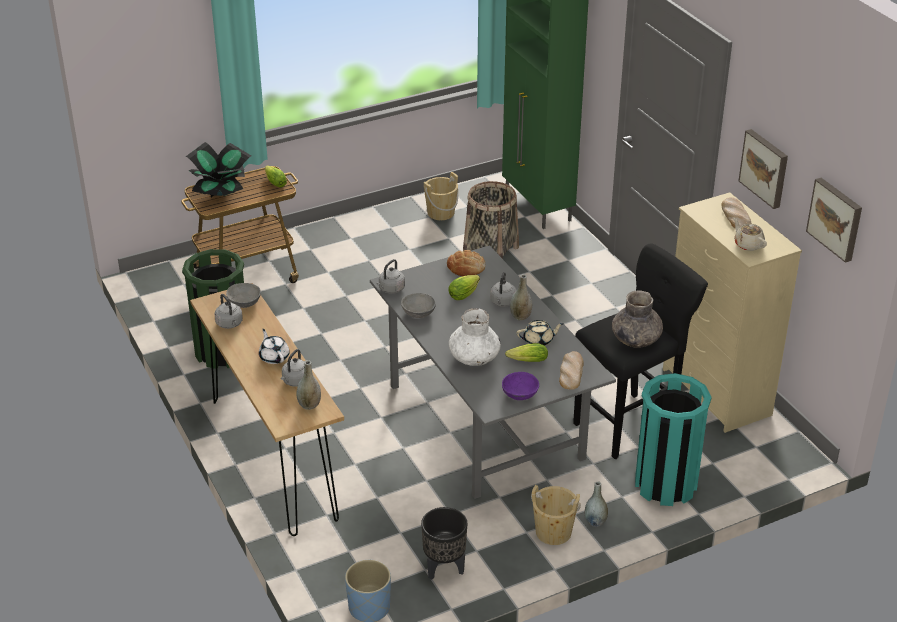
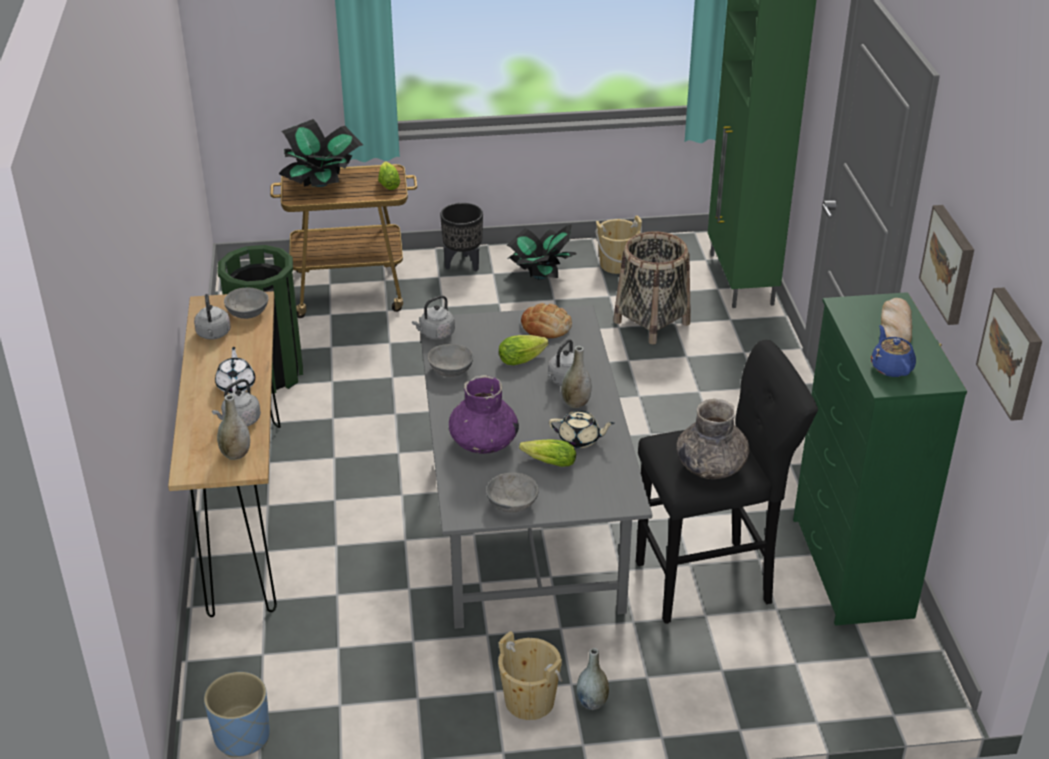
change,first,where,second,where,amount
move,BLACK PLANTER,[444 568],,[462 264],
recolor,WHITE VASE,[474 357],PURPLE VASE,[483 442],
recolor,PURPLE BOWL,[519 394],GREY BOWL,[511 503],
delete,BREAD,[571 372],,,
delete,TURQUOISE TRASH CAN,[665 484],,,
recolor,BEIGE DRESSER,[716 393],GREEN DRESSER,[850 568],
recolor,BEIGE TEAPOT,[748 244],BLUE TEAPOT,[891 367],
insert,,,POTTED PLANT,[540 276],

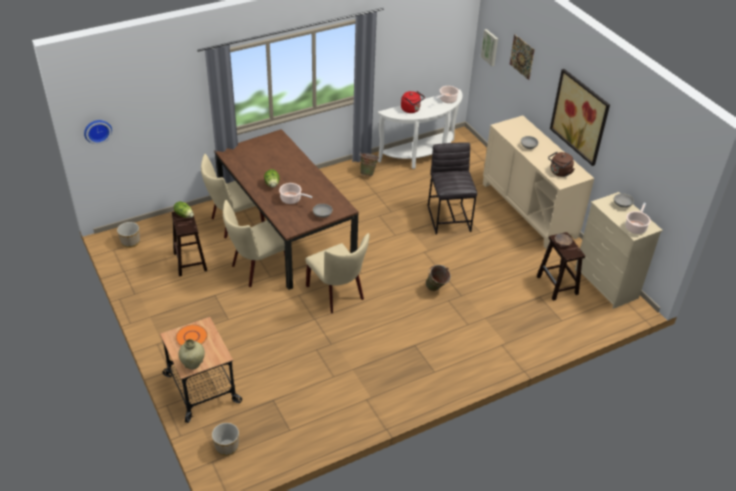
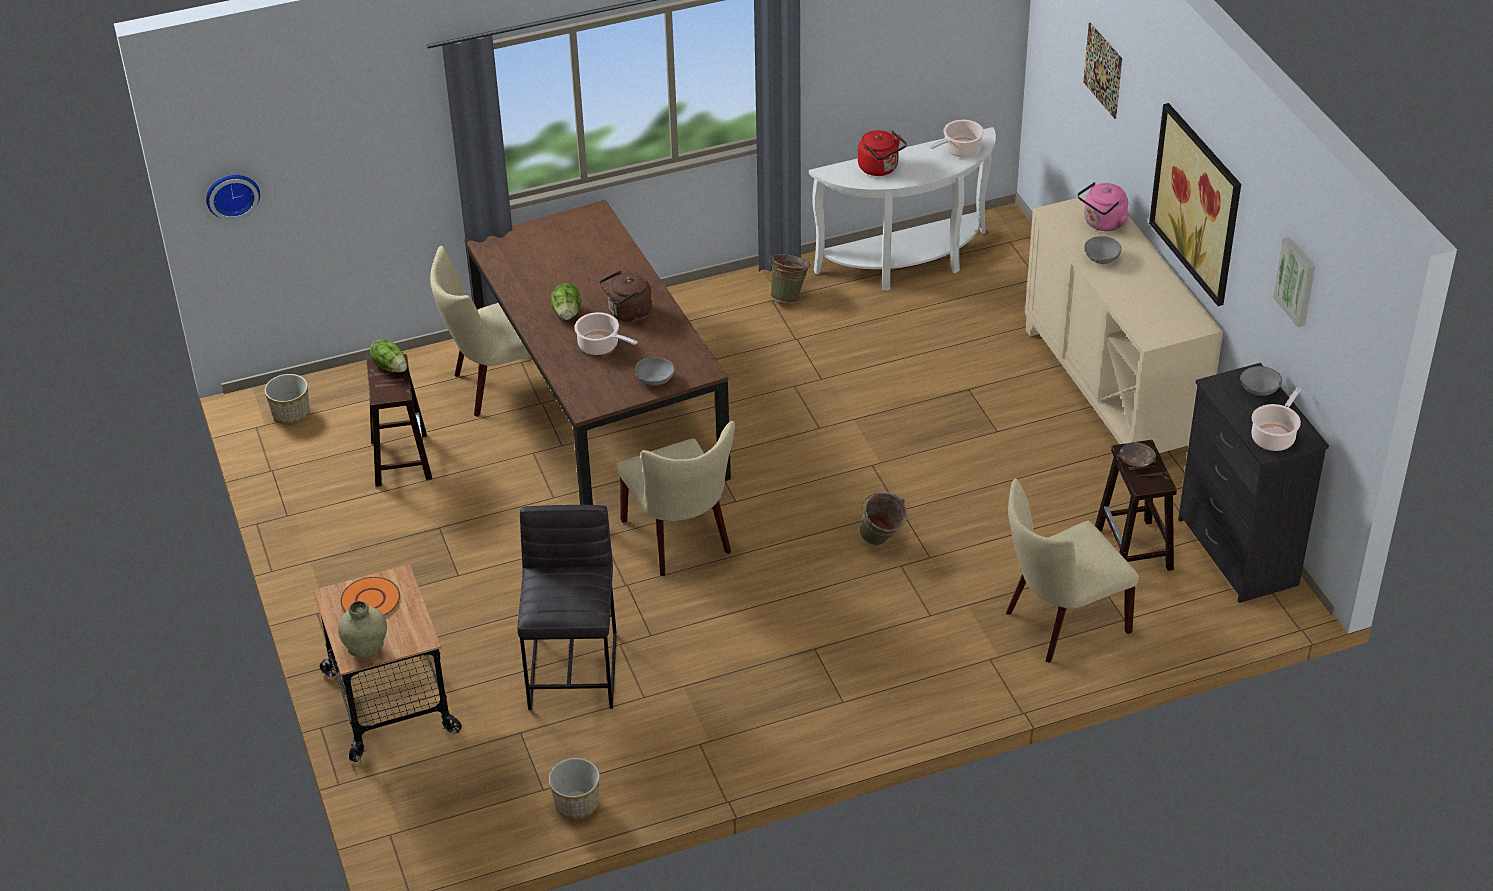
change,first,where,second,where,amount
move,PLANTER,[227 446],,[577 803],
move,BEIGE CHAIR,[257 269],,[1060 623],
move,GREY STOOL,[449 218],,[574 670],
move,PICTURE,[490 47],,[1297 281],
move,BROWN KETTLE,[559 172],,[628 313],
recolor,BEIGE DRESSER,[606 284],BLACK DRESSER,[1237 553],
insert,,,PINK KETTLE,[1102 223],

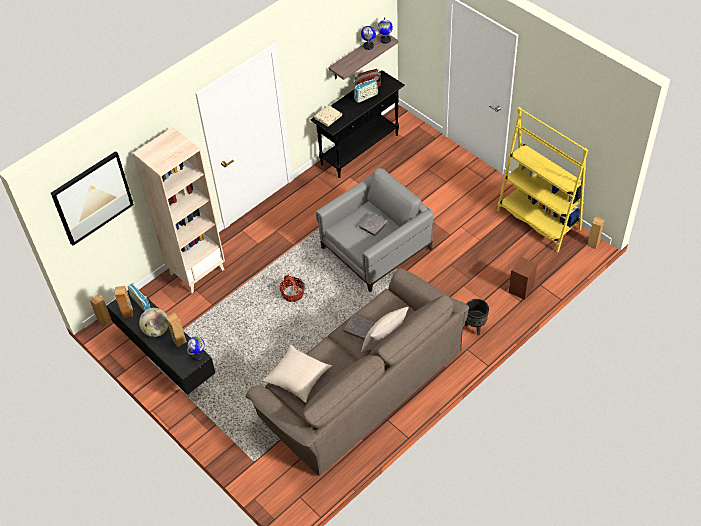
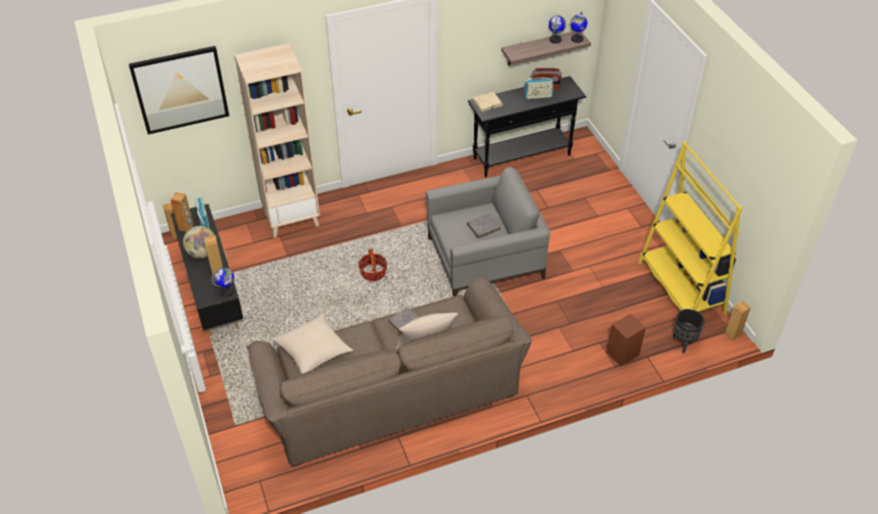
change,first,where,second,where,amount
move,BLACK PLANTER,[475 327],,[683 344],

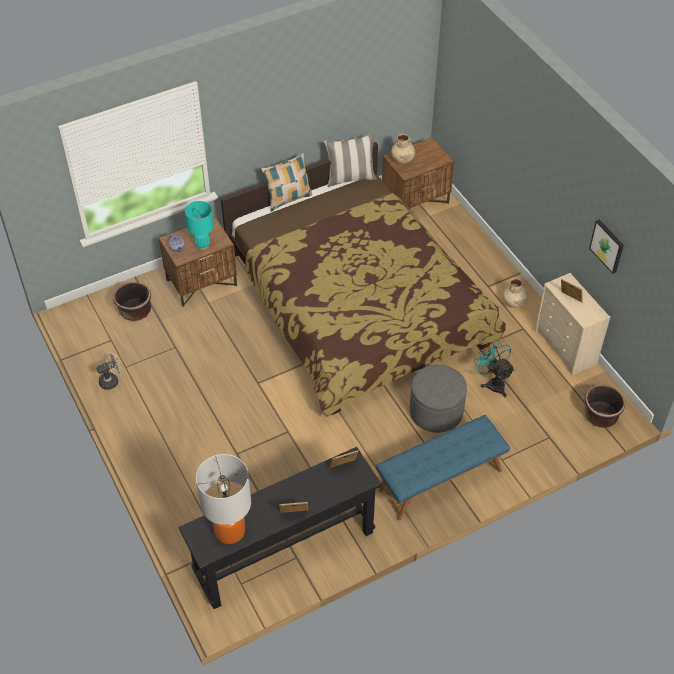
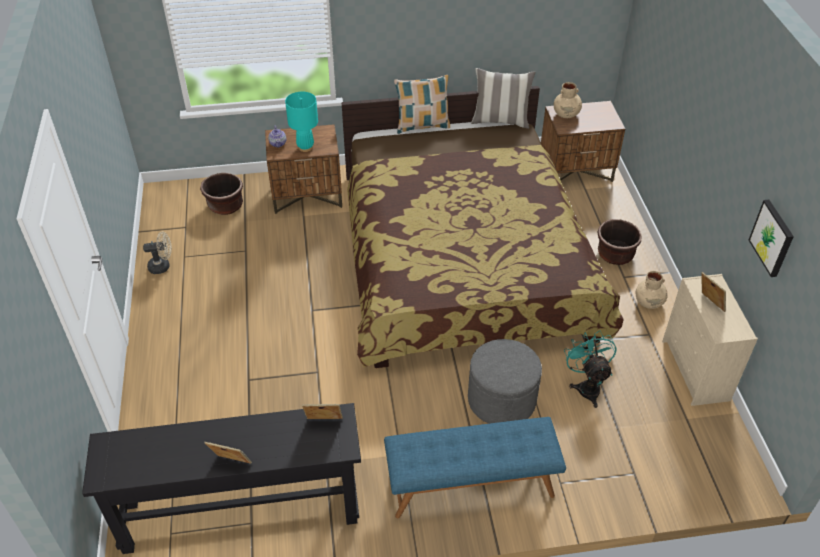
change,first,where,second,where,amount
delete,TABLE LAMP,[229 531],,,
move,BROWN PLANTER,[600 416],,[615 254],

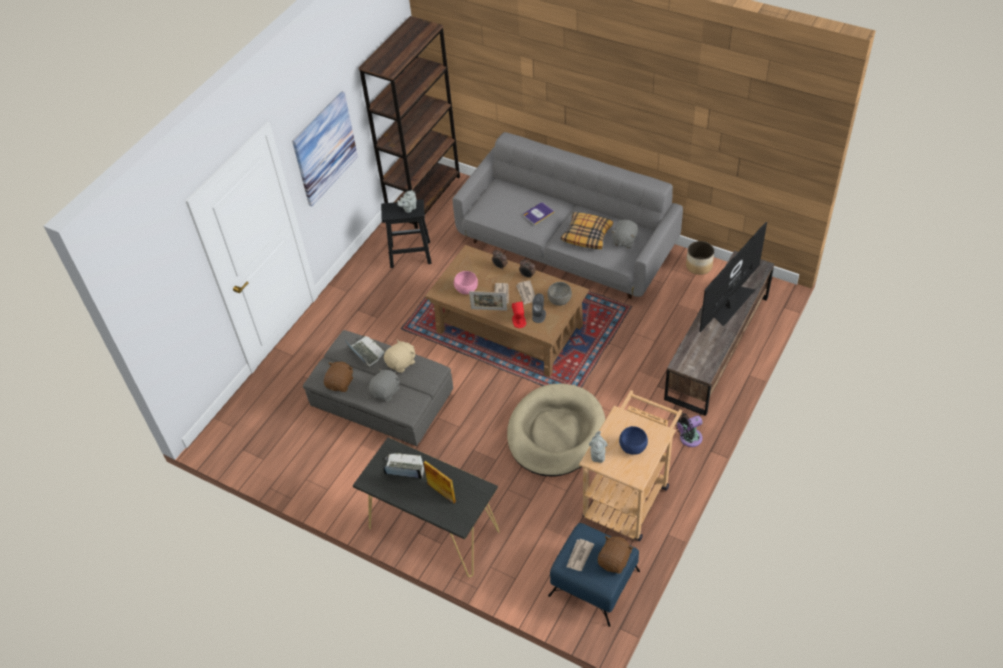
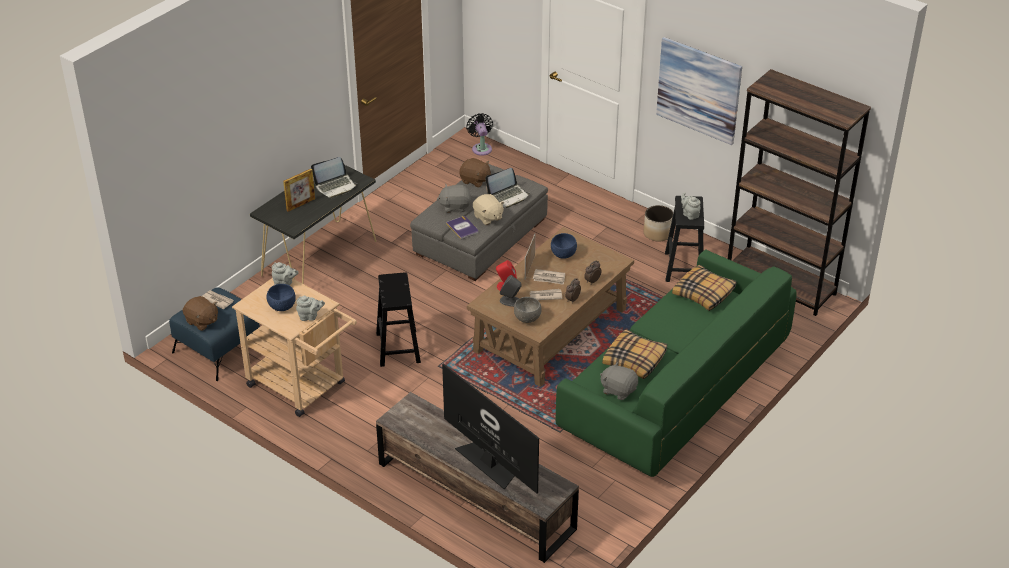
change,first,where,second,where,amount
rotate,GREY PLUSH TOY,[386 391],,[455 206],135 degrees clockwise
rotate,LAPTOP,[404 469],,[335 186],45 degrees clockwise
recolor,GREY SOFA,[566 247],GREEN SOFA,[673 391],
recolor,PINK BOWL,[466 290],BLUE BOWL,[563 254],
replace,BEIGE DOG BED,[556 433],BLACK STOOL,[397 347],
move,BOOK,[538 213],,[462 228],
move,BLACK FAN,[688 438],,[481 148],
move,PLANTER,[699 266],,[657 234],
insert,,,GREY TEAPOT,[310 317],
insert,,,PILLOW,[704 294],

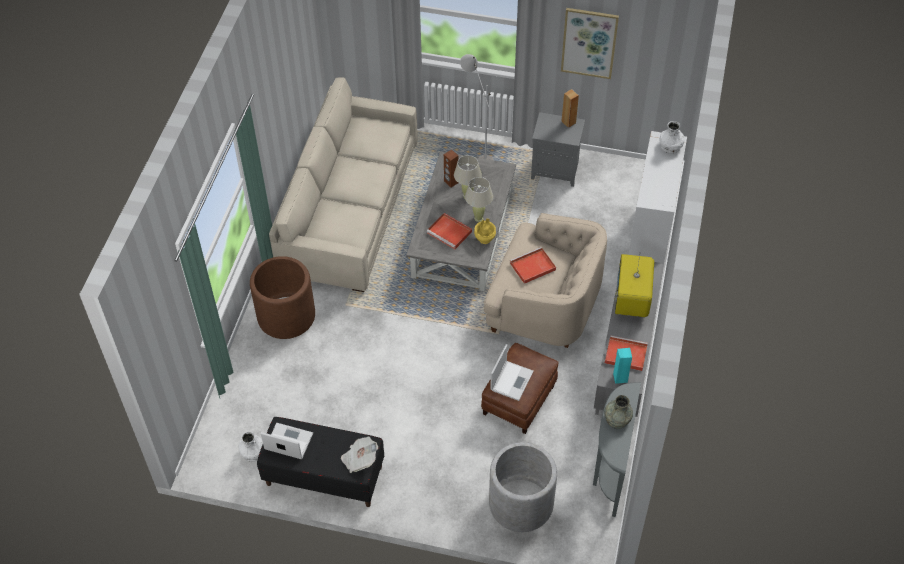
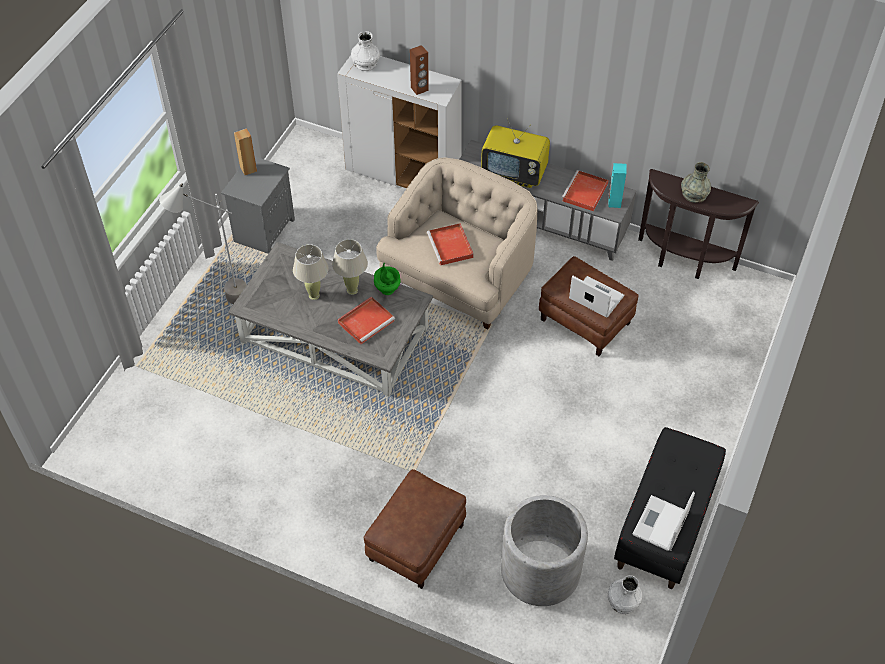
change,first,where,second,where,amount
replace,BROWN PLANTER,[286 316],BROWN OTTOMAN,[416 542],
delete,BEIGE SOFA,[350 207],,,
delete,NEWSPAPER,[359 459],,,
move,BROWN SPEAKER,[451 182],,[419 89],
recolor,YELLOW VASE,[485 239],GREEN VASE,[387 289],
move,GREY PLANTER,[521 504],,[540 570],
delete,PICTURE,[589 42],,,
recolor,GREY CONSOLE TABLE,[610 471],BROWN CONSOLE TABLE,[683 262],

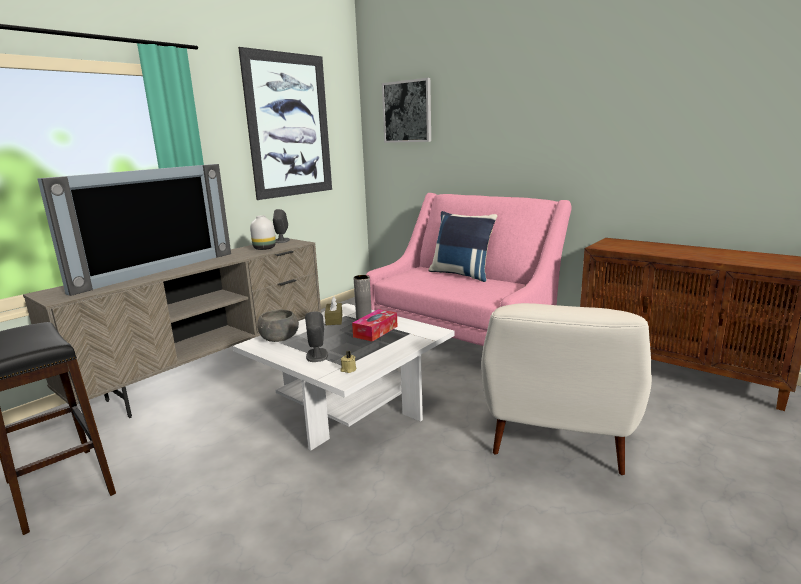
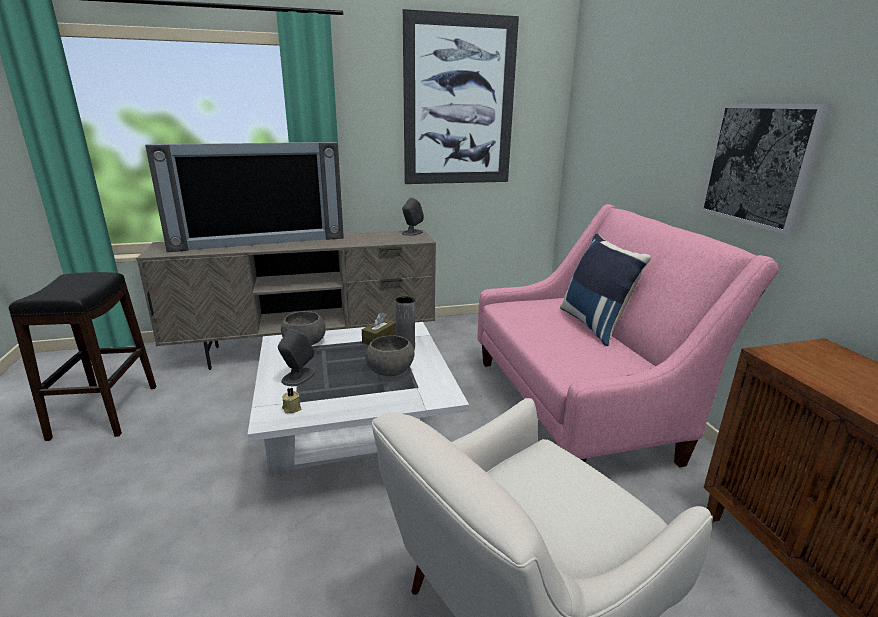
change,first,where,second,where,amount
delete,WHITE VASE,[264 248],,,
replace,TISSUE BOX,[375 331],GREY BOWL,[390 370],
move,PICTURE,[407 111],,[759 165],

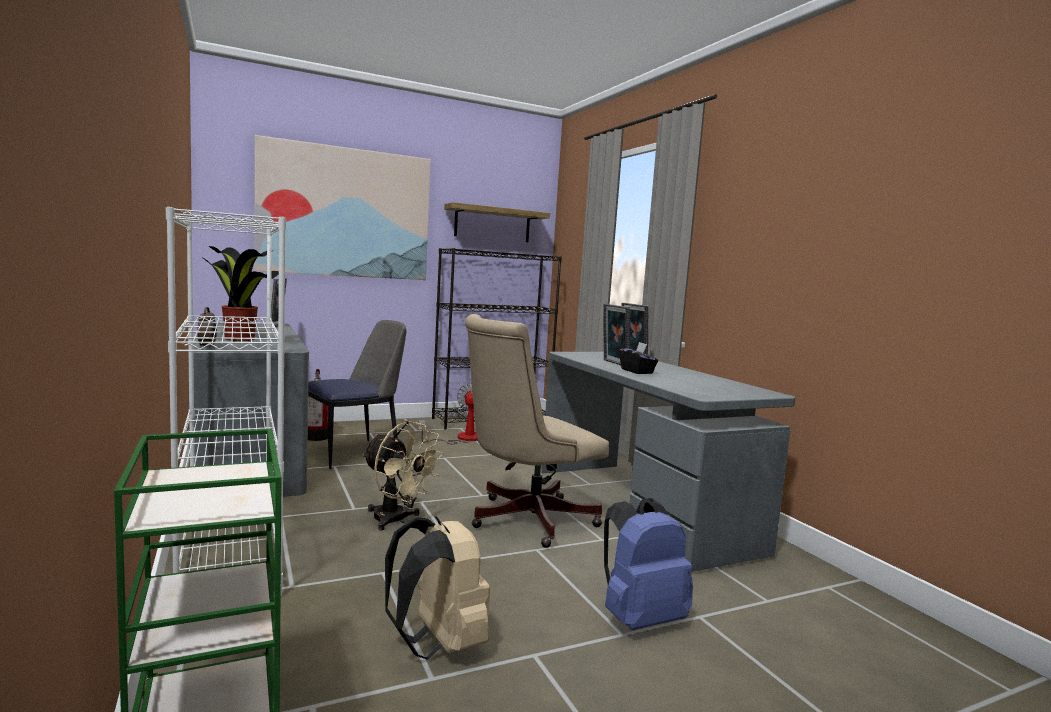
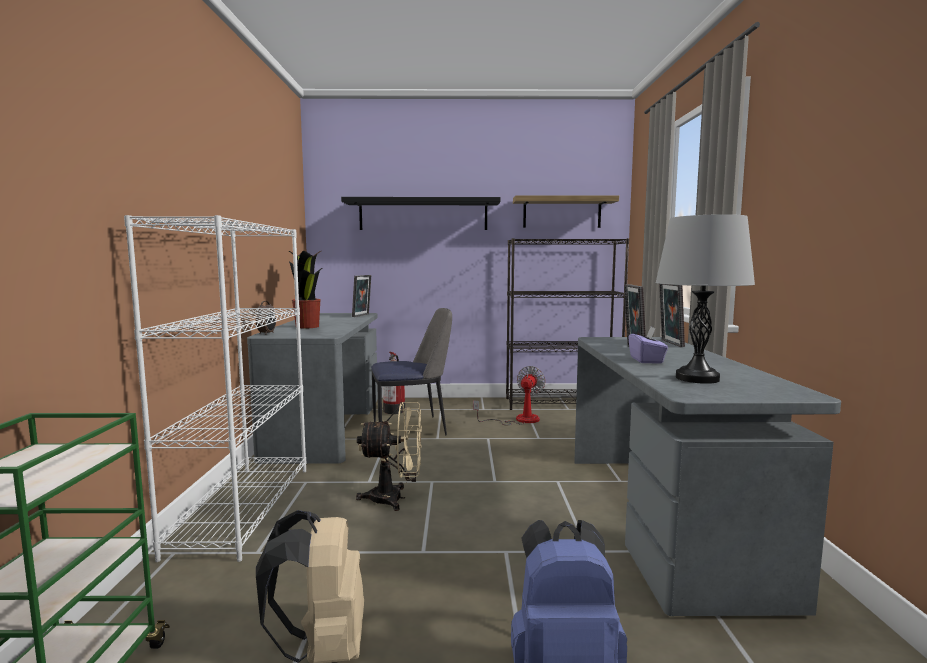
change,first,where,second,where,amount
replace,PICTURE,[345 213],BLACK SHELF,[423 215],
rotate,BEIGE FAN,[396 520],,[395 498],60 degrees counterclockwise
delete,BEIGE OFFICE CHAIR,[524 520],,,
recolor,BLACK TISSUE BOX,[637 371],PURPLE TISSUE BOX,[646 360],
insert,,,GREY TABLE LAMP,[697 378],

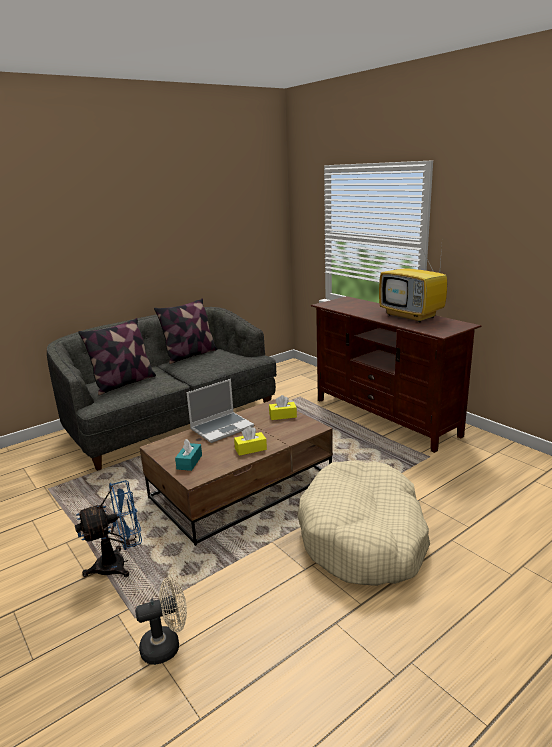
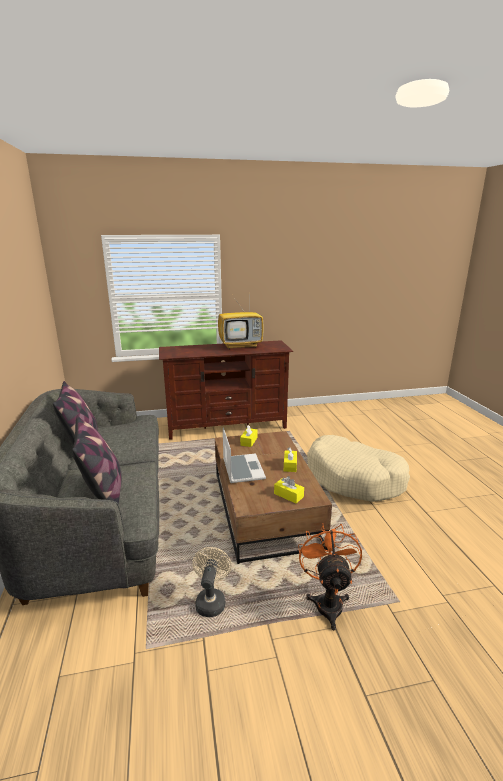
change,first,where,second,where,amount
recolor,BLUE FAN,[119 564],ORANGE FAN,[328 601],
move,BEIGE FAN,[167 645],,[211 600],
recolor,TURQUOISE TISSUE BOX,[189 462],YELLOW TISSUE BOX,[288 495],

